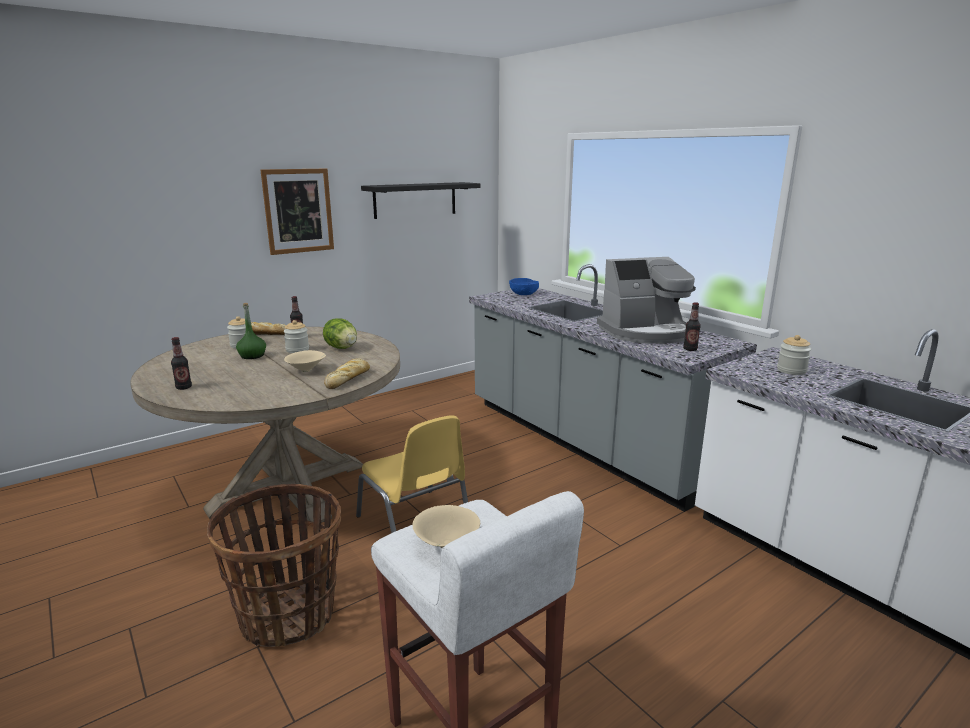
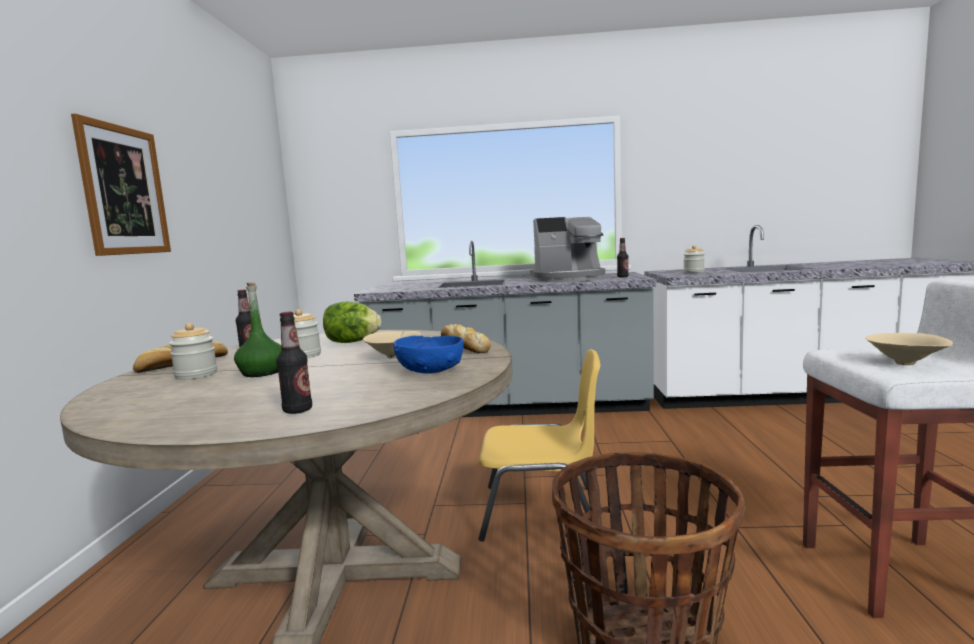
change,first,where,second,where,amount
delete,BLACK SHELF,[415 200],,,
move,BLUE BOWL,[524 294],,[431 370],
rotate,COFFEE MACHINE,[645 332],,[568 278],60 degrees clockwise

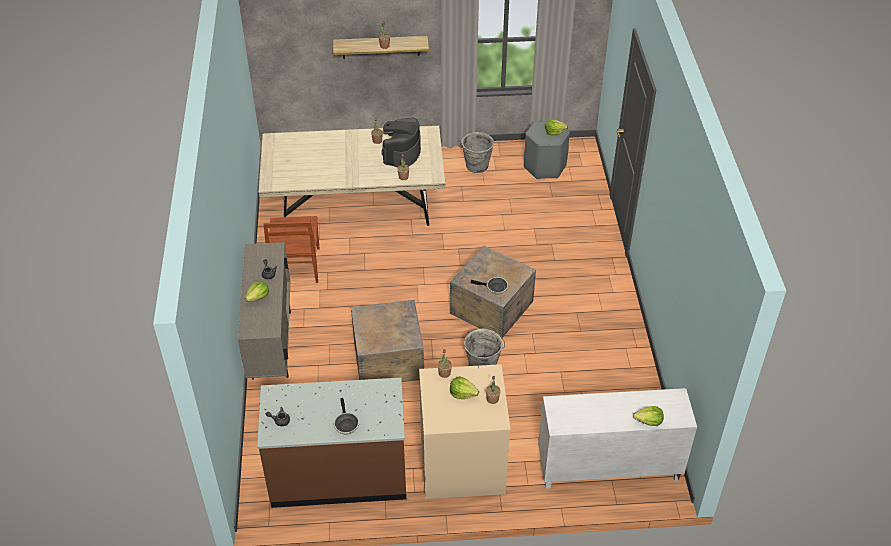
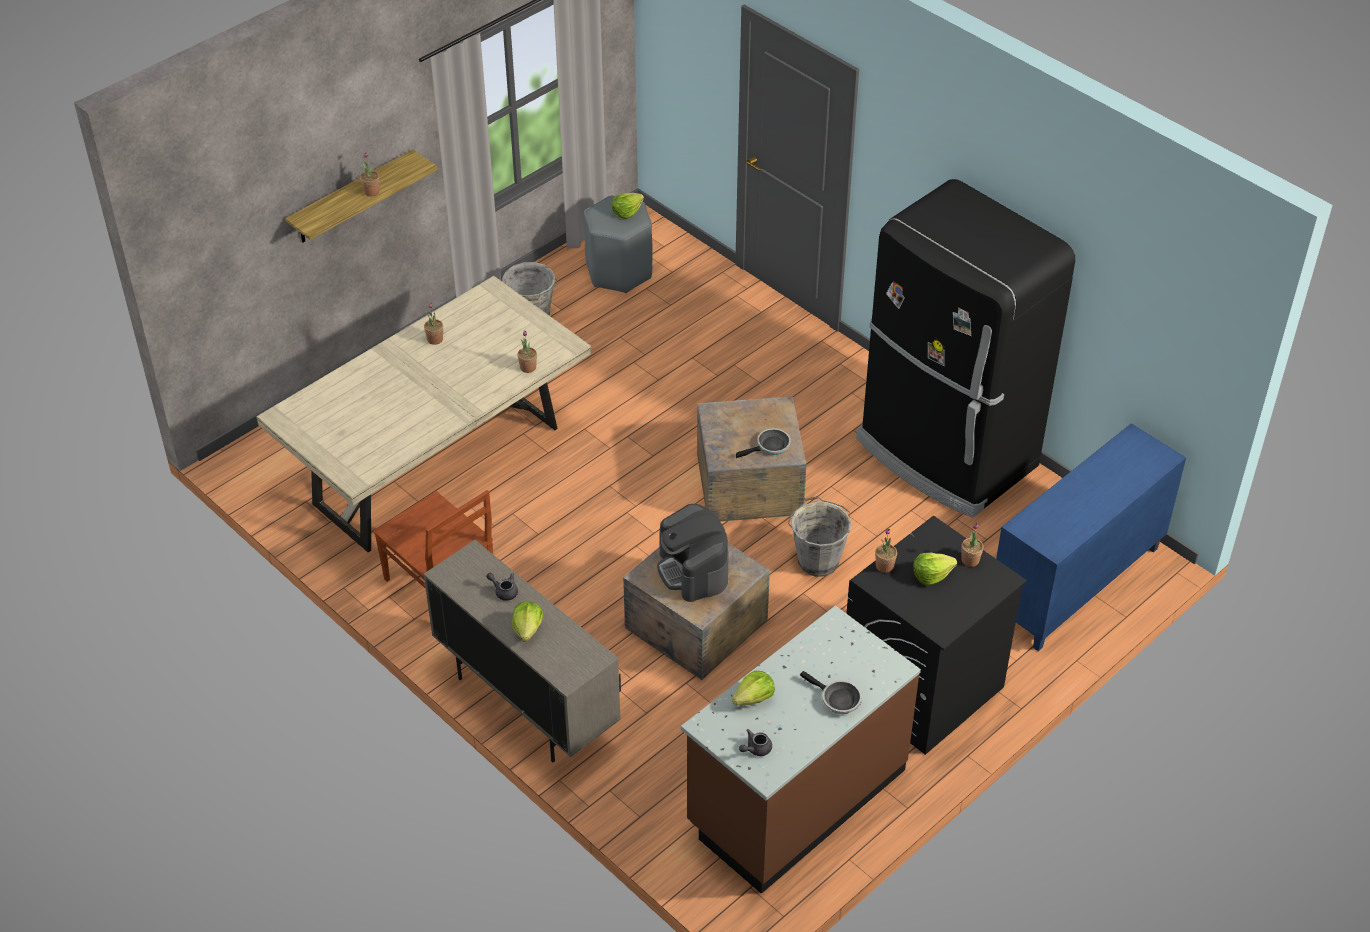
change,first,where,second,where,amount
move,COFFEE MACHINE,[401 153],,[693 570],
recolor,BEIGE WASHING MACHINE,[461 465],BLACK WASHING MACHINE,[921 689],
recolor,WHITE CABINET,[608 468],BLUE CABINET,[1076 584],
move,LETTUCE,[649 421],,[754 698],
insert,,,BLACK FRIDGE,[945 455],

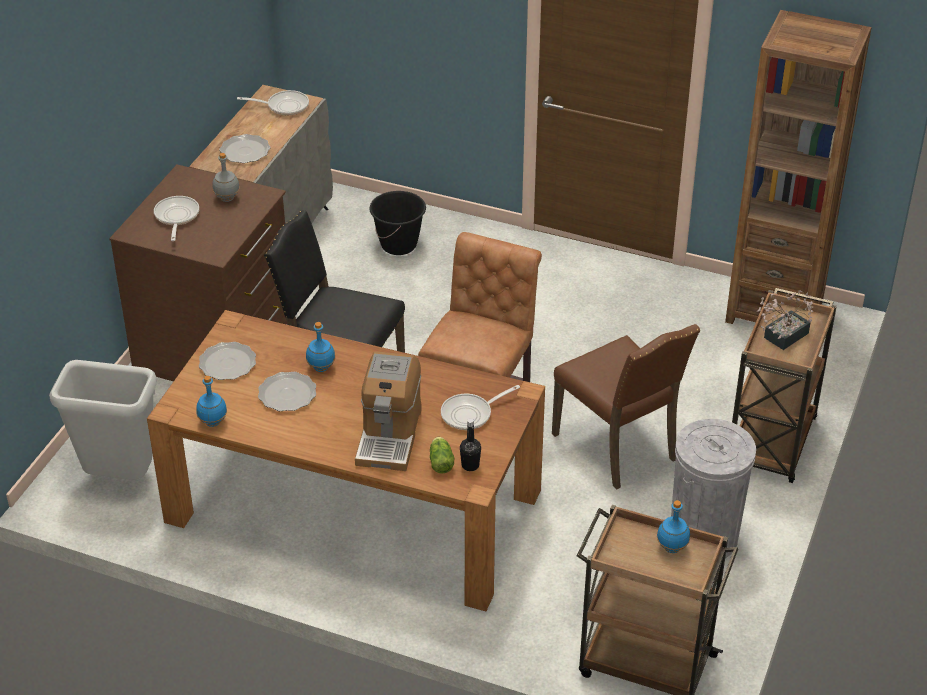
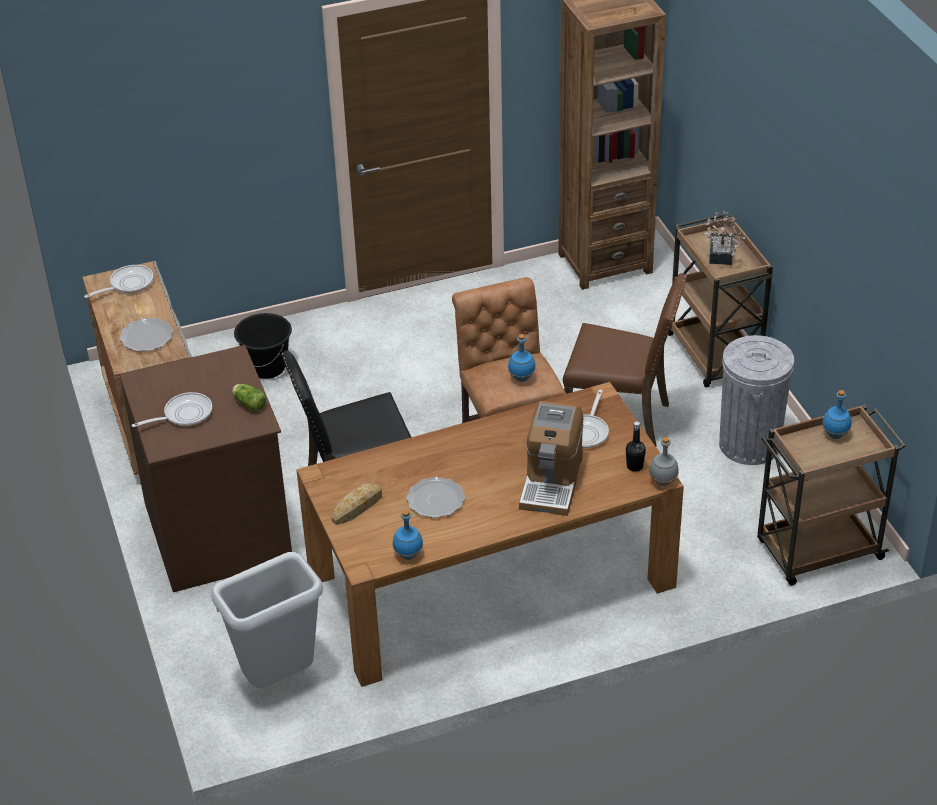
change,first,where,second,where,amount
rotate,FRYING PAN,[176 217],,[184 414],105 degrees clockwise
replace,PLATE,[227 363],BREAD,[357 507],
move,GREY BOTTLE,[227 199],,[663 482],
move,BLUE BOTTLE,[320 368],,[521 378],
rotate,COFFEE MACHINE,[389 436],,[551 482],45 degrees clockwise
move,LETTUCE,[441 461],,[249 403],

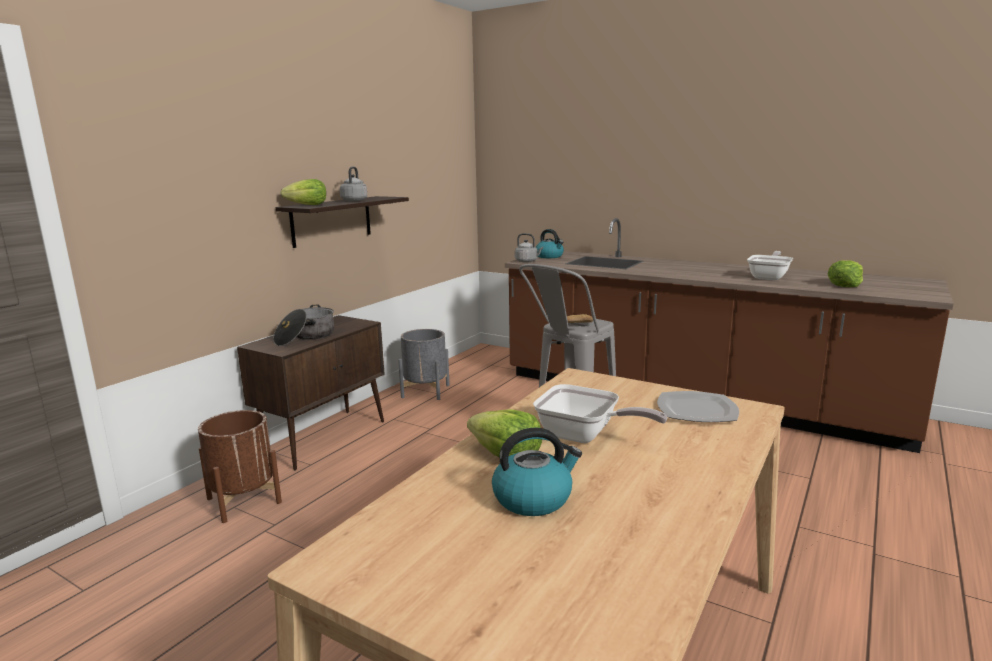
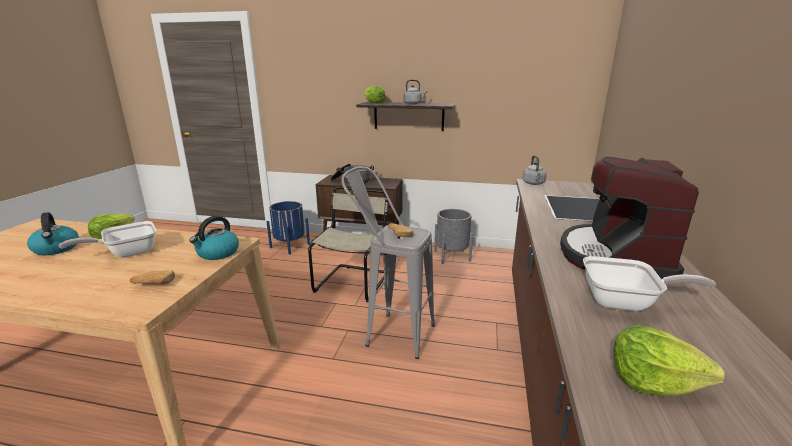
change,first,where,second,where,amount
recolor,BROWN PLANTER,[244 500],BLUE PLANTER,[290 246],
rotate,FRYING PAN,[584 436],,[127 253],45 degrees clockwise
move,KETTLE,[549 256],,[217 253],
replace,PLATE,[696 410],BREAD,[153 285],
insert,,,BEIGE CHAIR,[353 282],
insert,,,COFFEE MACHINE,[614 256],

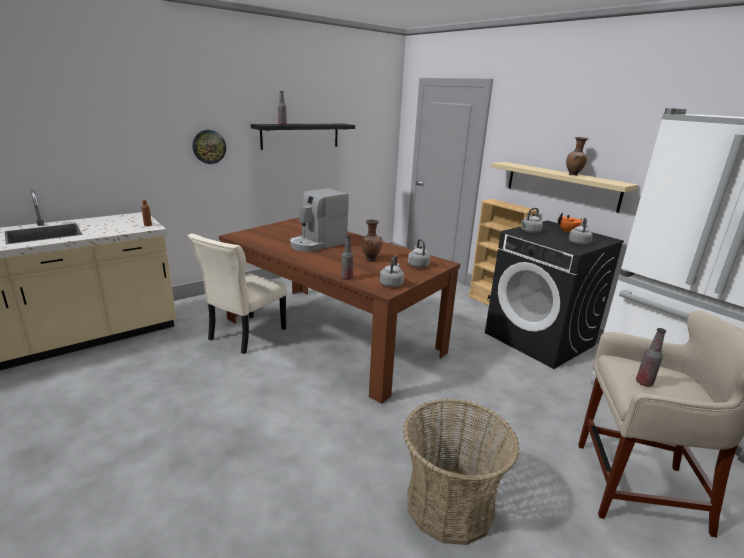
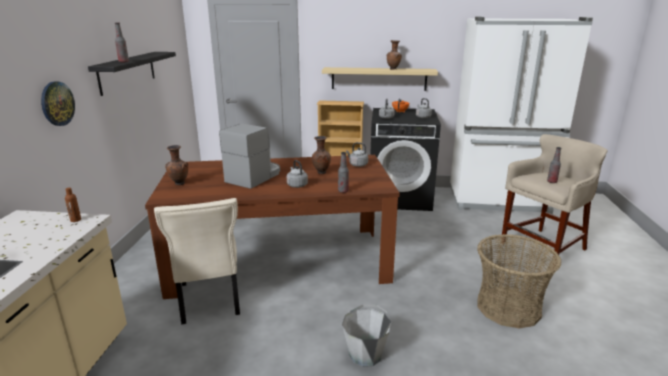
change,first,where,second,where,amount
rotate,COFFEE MACHINE,[317 244],,[254 177],150 degrees counterclockwise
move,GREY KETTLE,[391 284],,[296 185],
insert,,,BROWN VASE,[179 184],
insert,,,GREY BUCKET,[366 354],

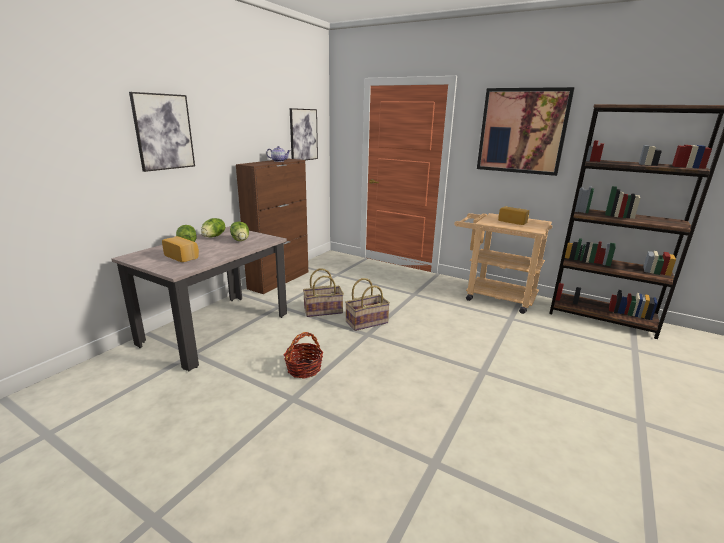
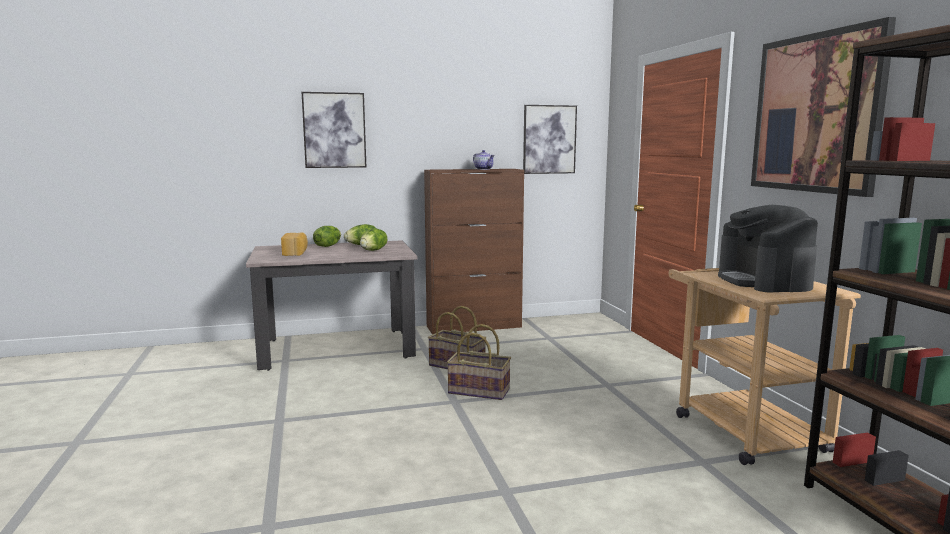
change,first,where,second,where,amount
delete,BASKET,[304 368],,,
replace,BREAD,[513 221],COFFEE MACHINE,[763 281],

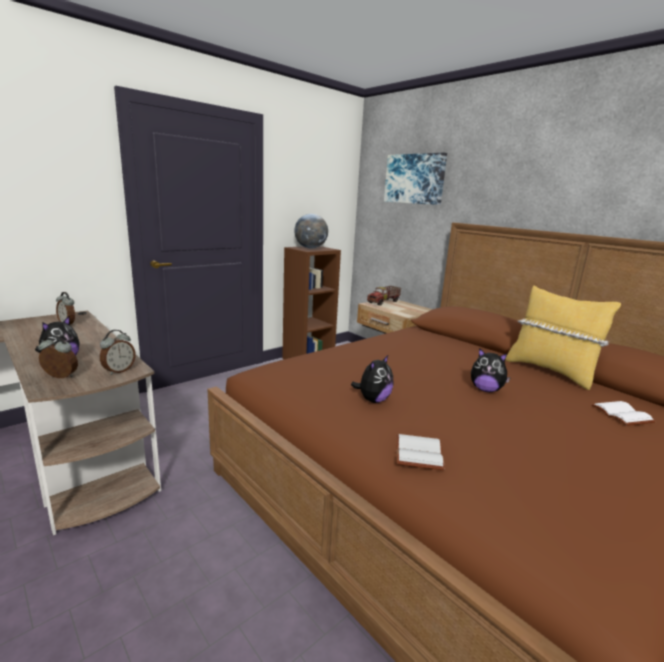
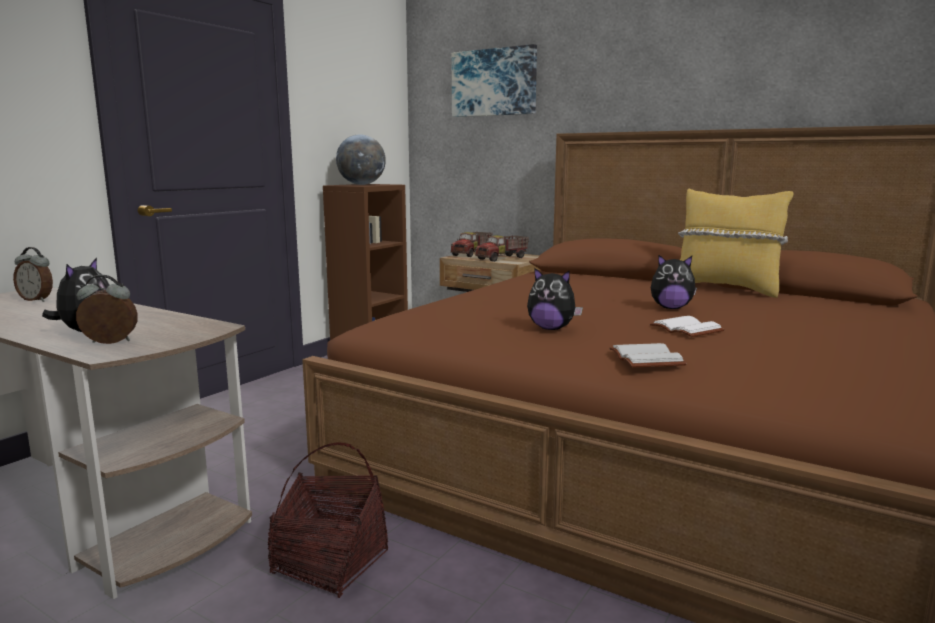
change,first,where,second,where,amount
delete,ALARM CLOCK,[119 371],,,
rotate,PLUSH TOY,[373 400],,[551 328],90 degrees clockwise
move,WHITE BOOK,[620 414],,[684 329],
insert,,,BASKET,[330 563],
insert,,,TOY TRUCK,[502 258],

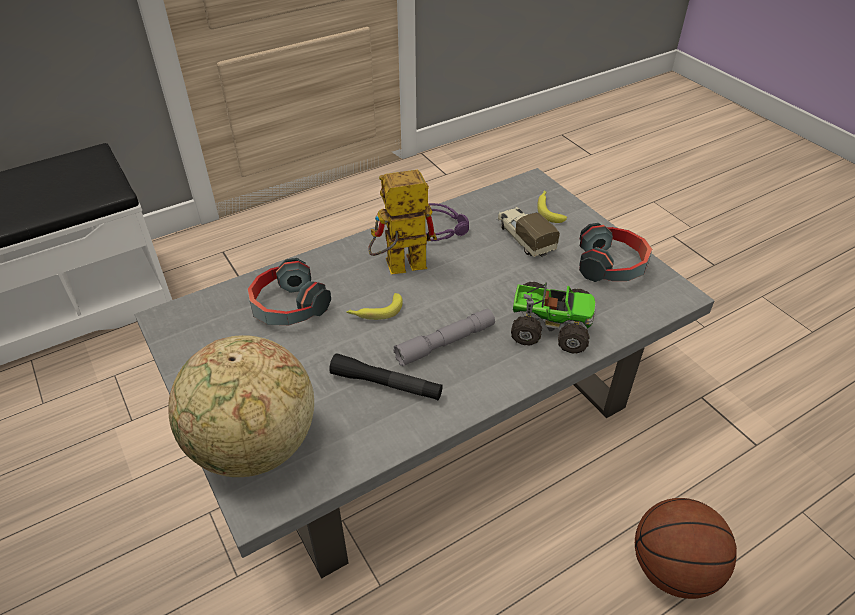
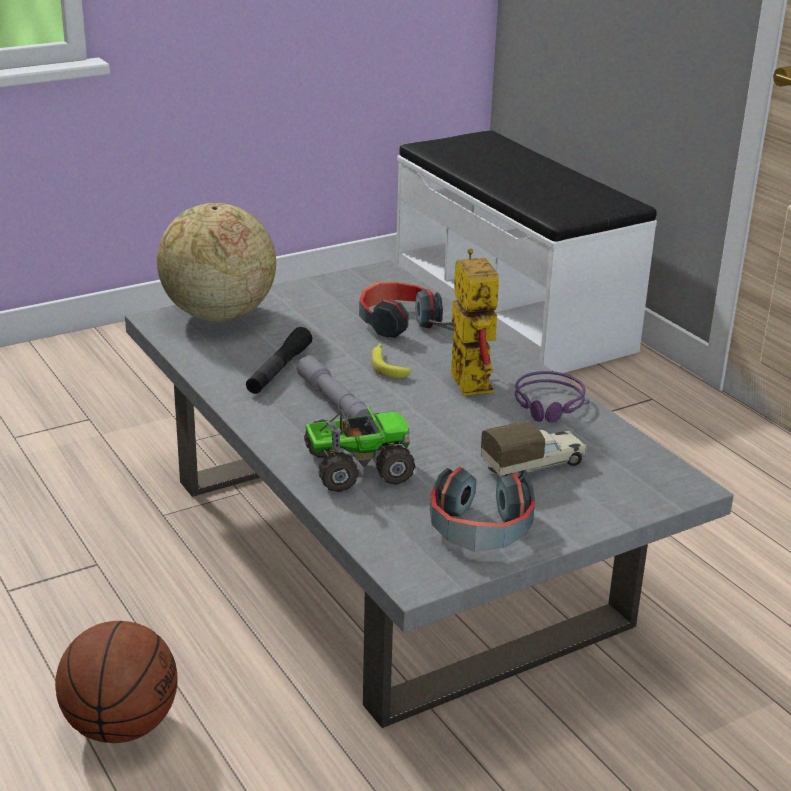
change,first,where,second,where,amount
rotate,TOY TRUCK,[549 326],,[356 467],120 degrees counterclockwise
delete,BANANA,[549 209],,,

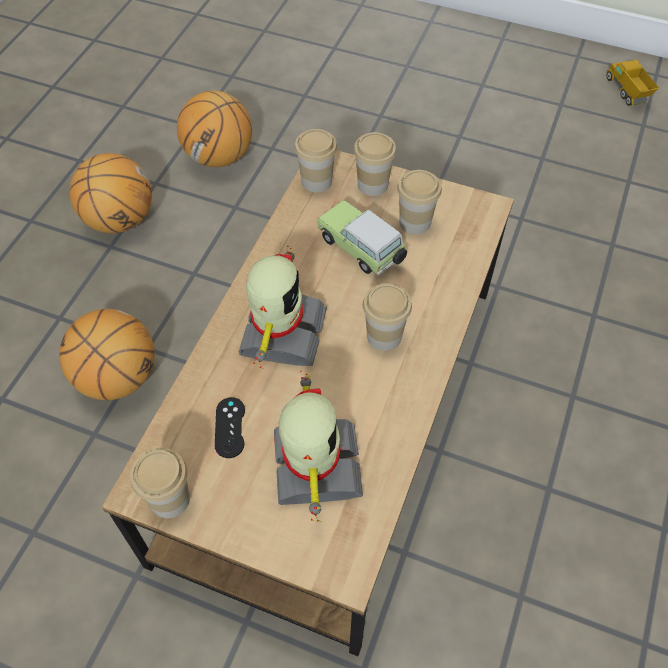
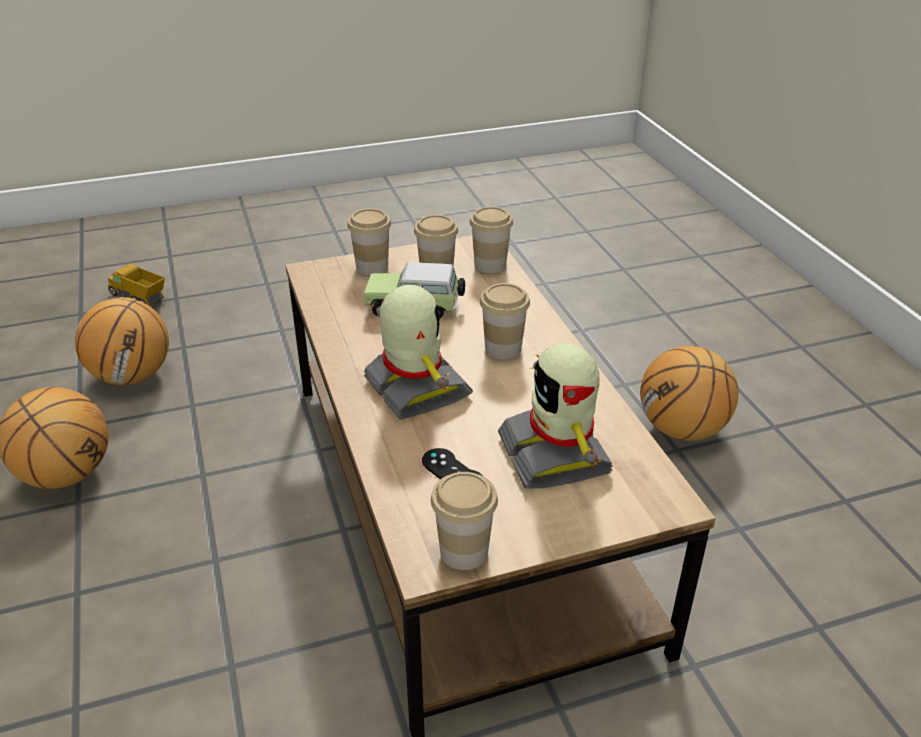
change,first,where,second,where,amount
move,BASKETBALL,[117 378],,[682 429],
rotate,TOY ROBOT,[314 466],,[556 454],150 degrees counterclockwise
move,CUP,[316 181],,[490 265],
move,TOY TRUCK,[626 92],,[139 298],

